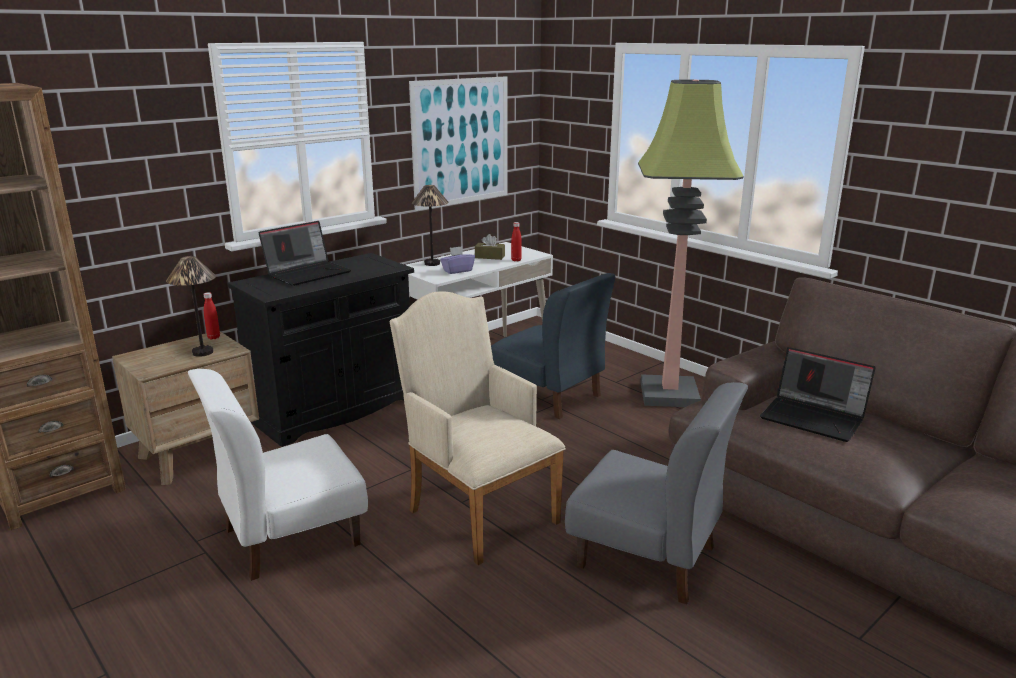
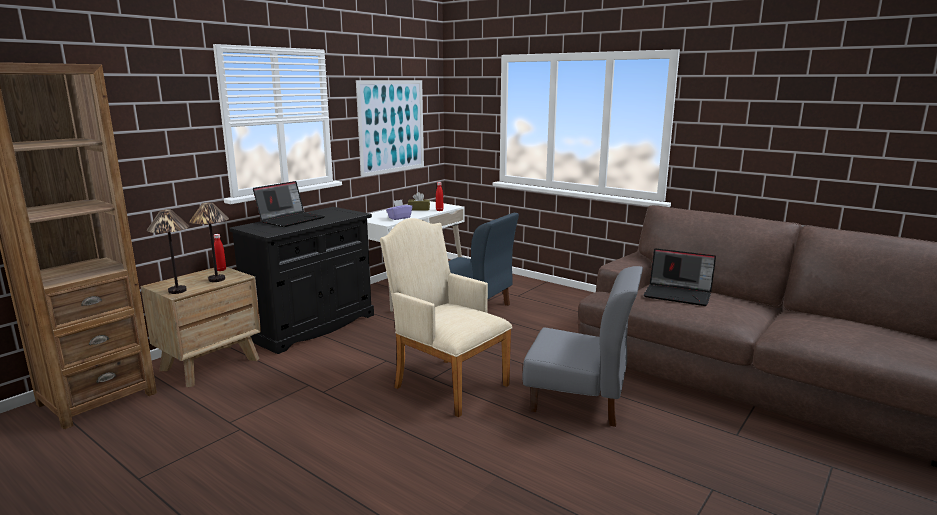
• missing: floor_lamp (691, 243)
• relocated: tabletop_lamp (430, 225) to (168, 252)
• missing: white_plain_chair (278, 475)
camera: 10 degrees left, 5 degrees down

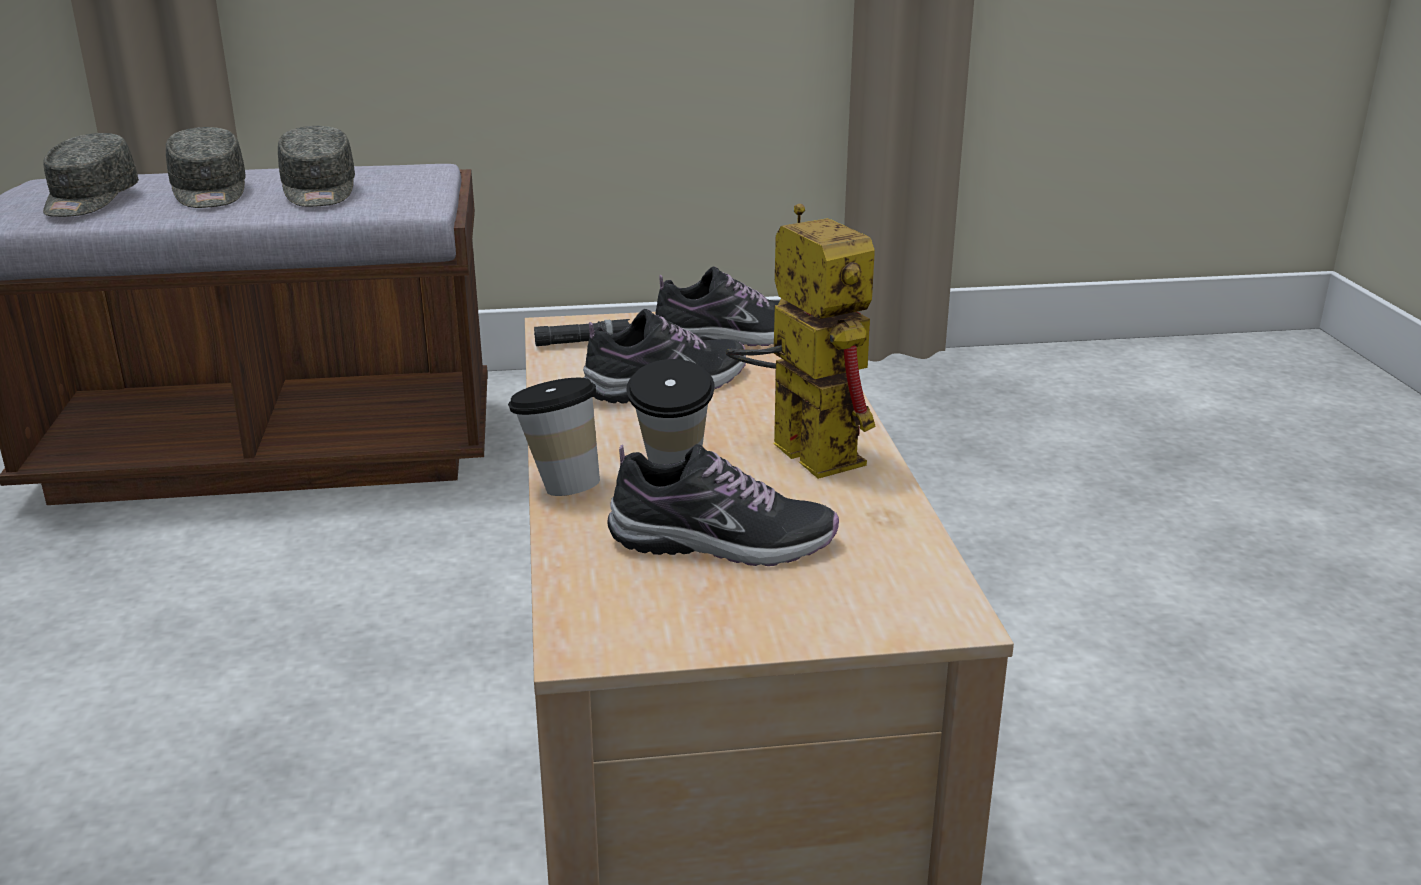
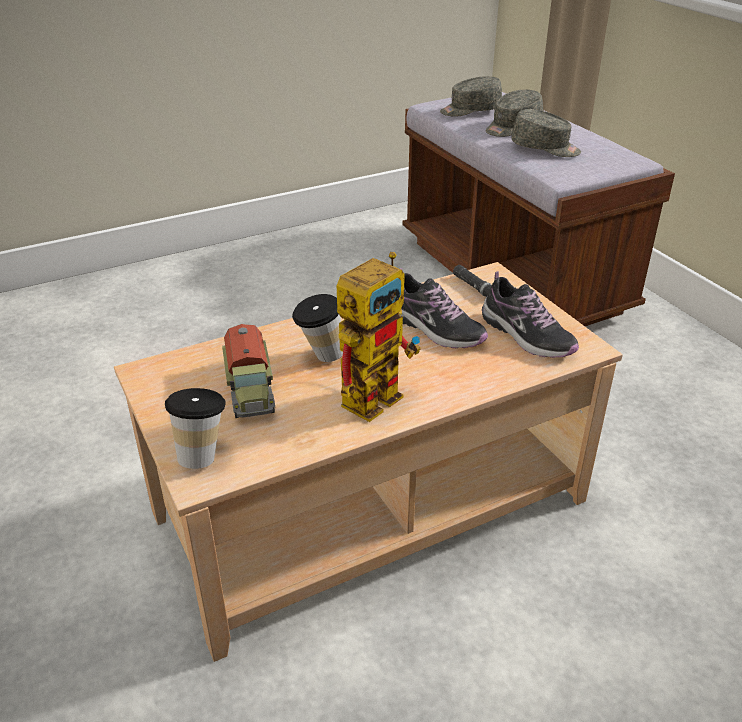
• spun: gray_peaked_cap (316, 166) = (546, 133) 120 degrees counterclockwise
• relocated: drinking_cup (554, 437) to (195, 428)
• exchanged: item_of_footwear (723, 505) to toy_truck (248, 371)
camera: 70 degrees right, 10 degrees up

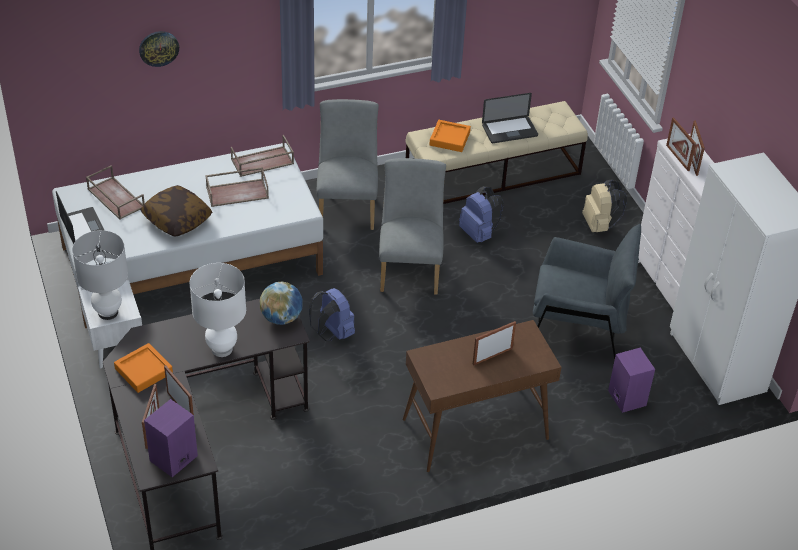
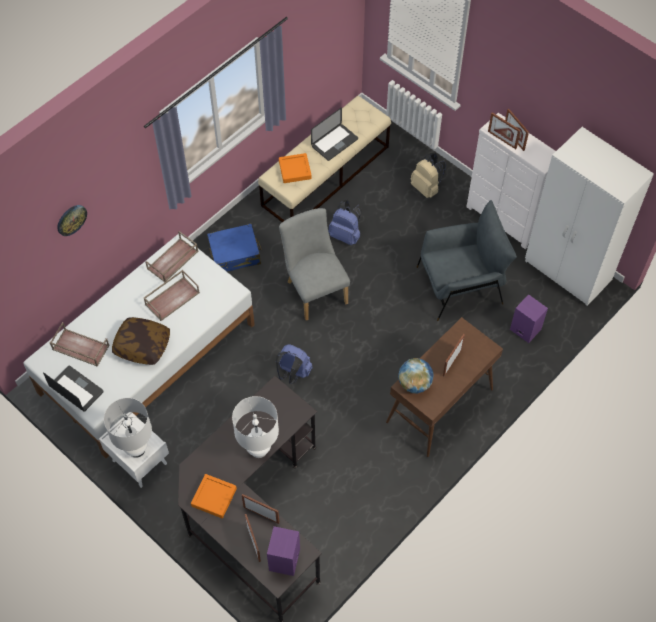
• exchanged: gray_plain_chair (348, 164) to bluish_travel_case (234, 248)
• relocated: world_globe (281, 303) to (416, 375)
camera: 25 degrees left, 15 degrees up

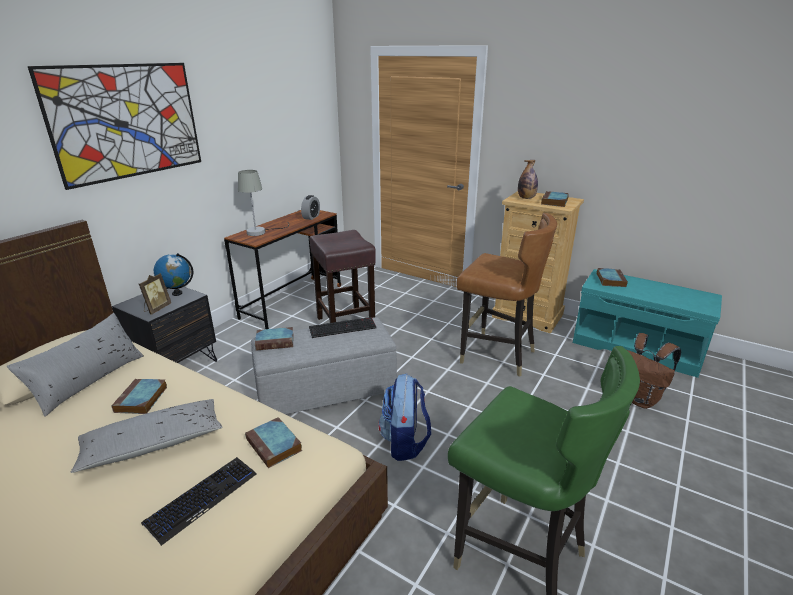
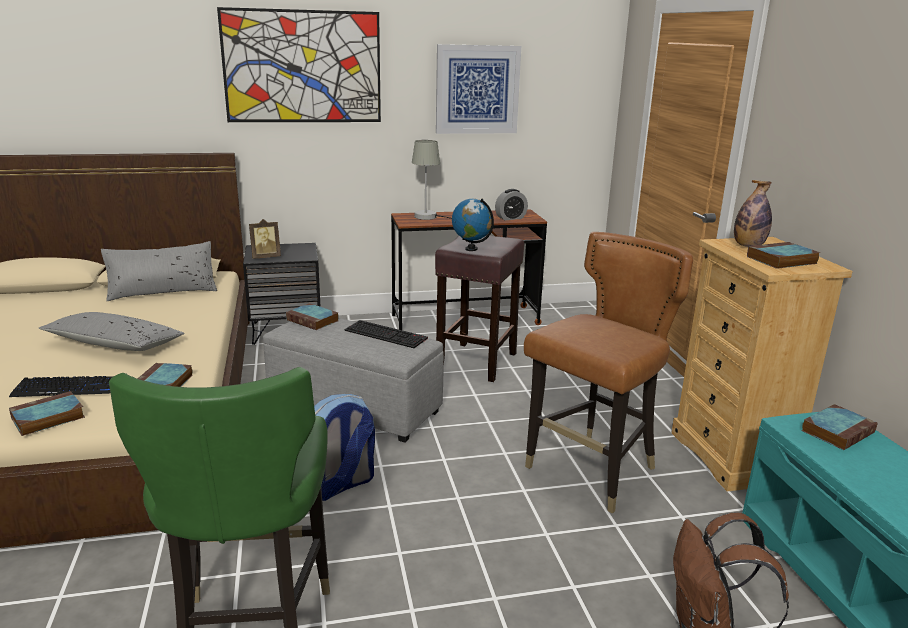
• spun: brown-coloured_plain_chair (507, 295) = (608, 372) 120 degrees counterclockwise
• relocated: world_globe (173, 274) to (473, 225)
• relocated: volume (139, 396) to (47, 413)
• appeared: picture (478, 89)
camera: 45 degrees right, 5 degrees down

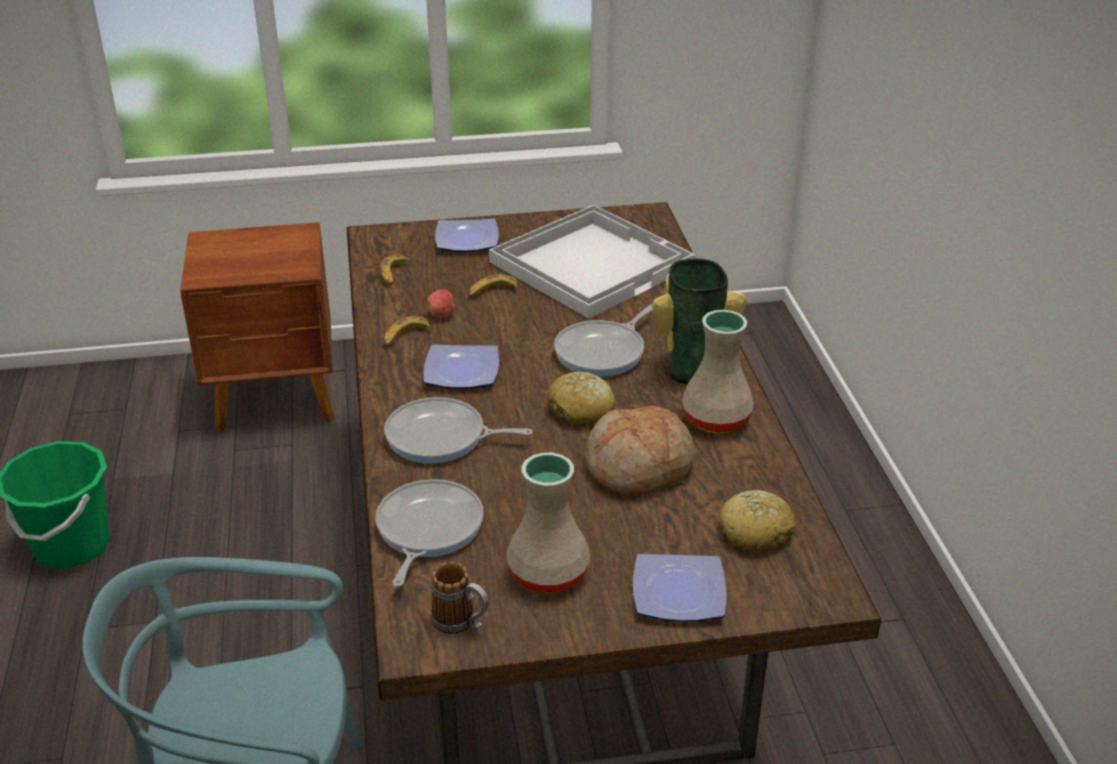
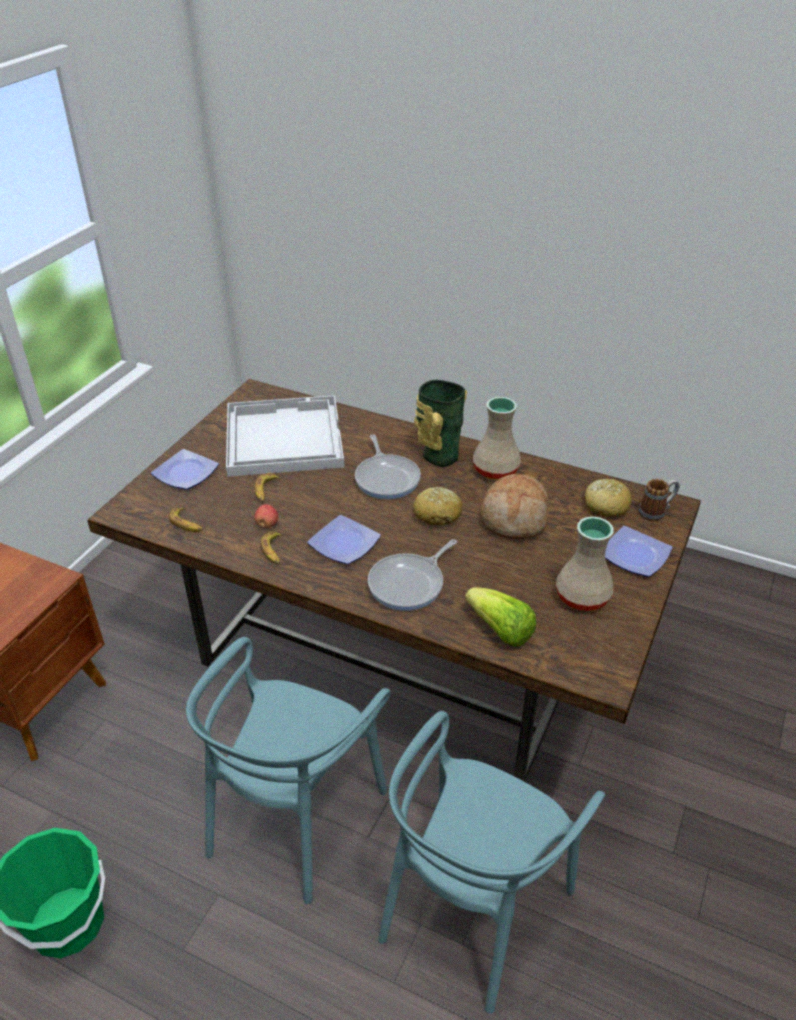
• exchanged: pan (430, 533) to lettuce_head (500, 617)
• relocated: coffee_mug (460, 598) to (659, 500)
• appeared: turquoise-coloured_plain_chair (288, 770)
camera: 55 degrees left, 5 degrees up

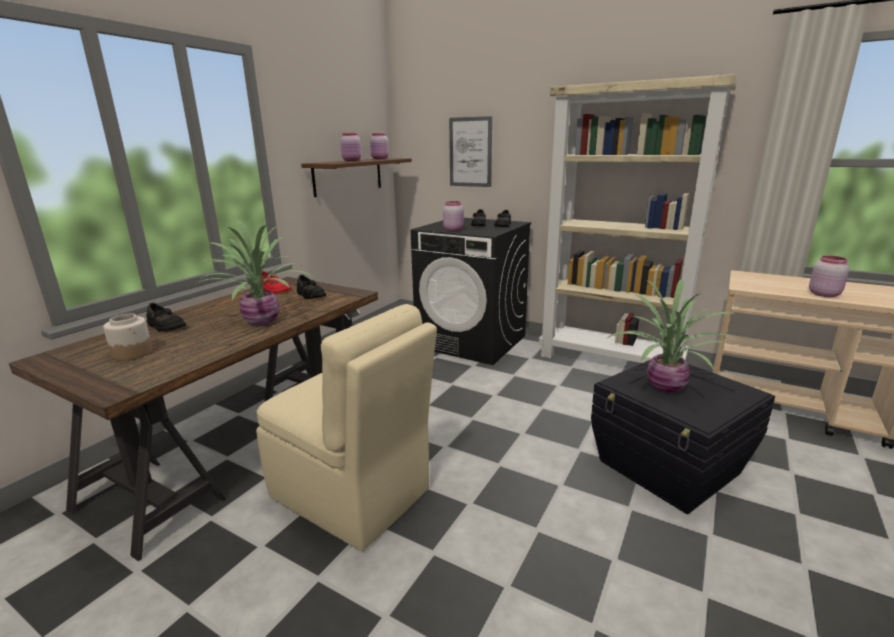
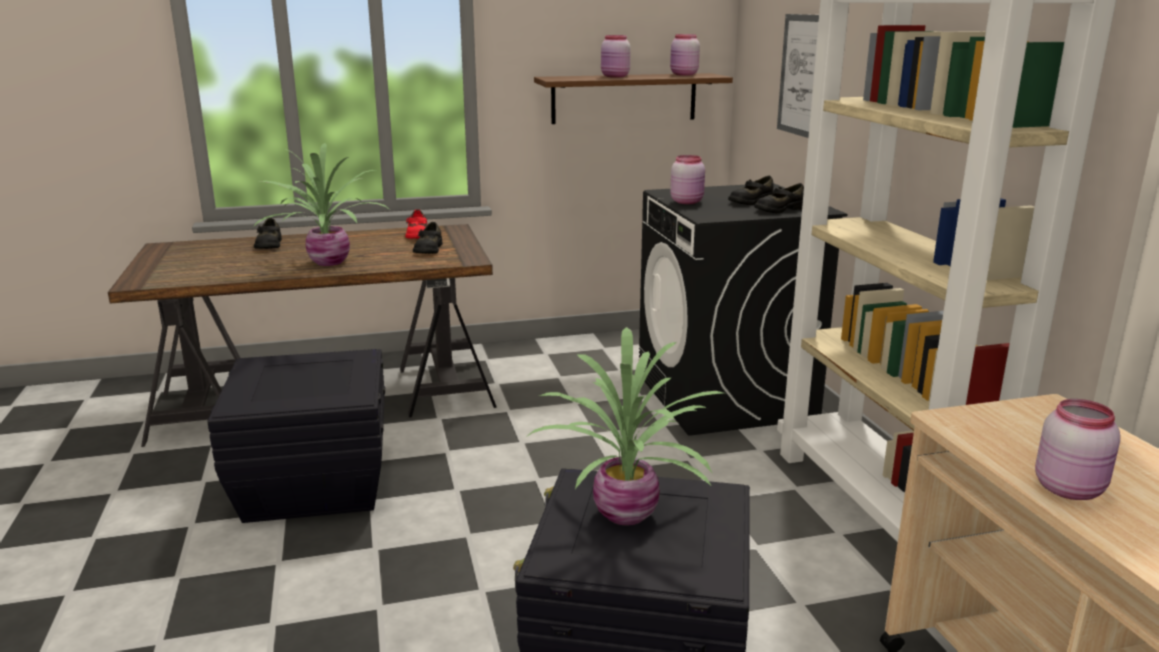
• exchanged: beige-coloured_plain_chair (346, 427) to blackish_storage_container (296, 436)
• missing: preserve_jar (128, 337)
camera: 45 degrees right, 0 degrees up

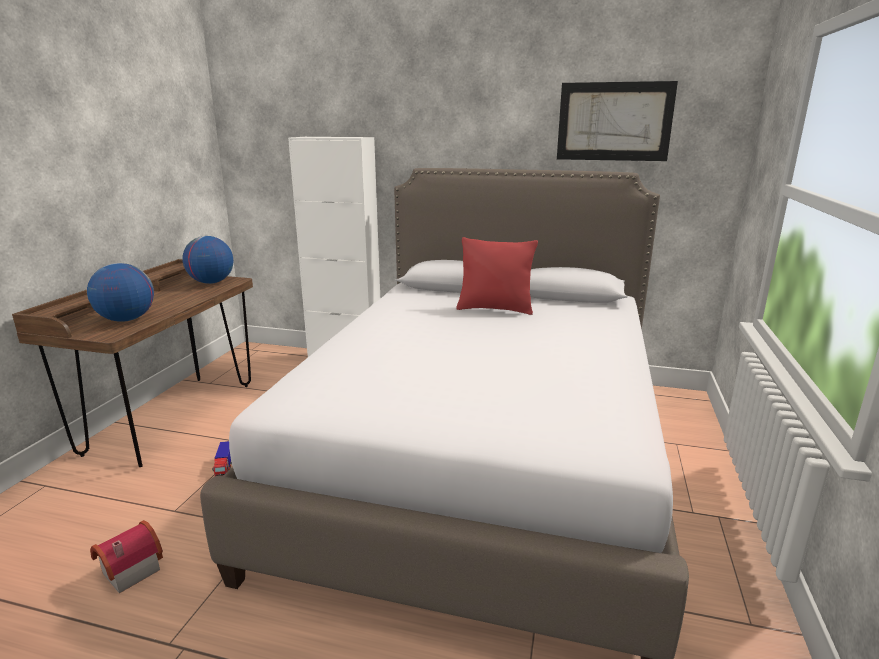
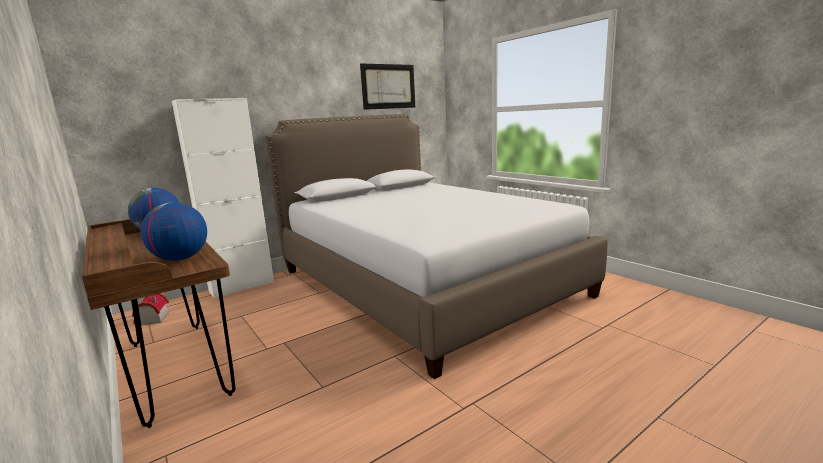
• missing: red-coloured_pillow (497, 276)
• missing: toy_truck (222, 458)
• relocated: miniature_house (126, 556) to (150, 309)
camera: 50 degrees left, 5 degrees down

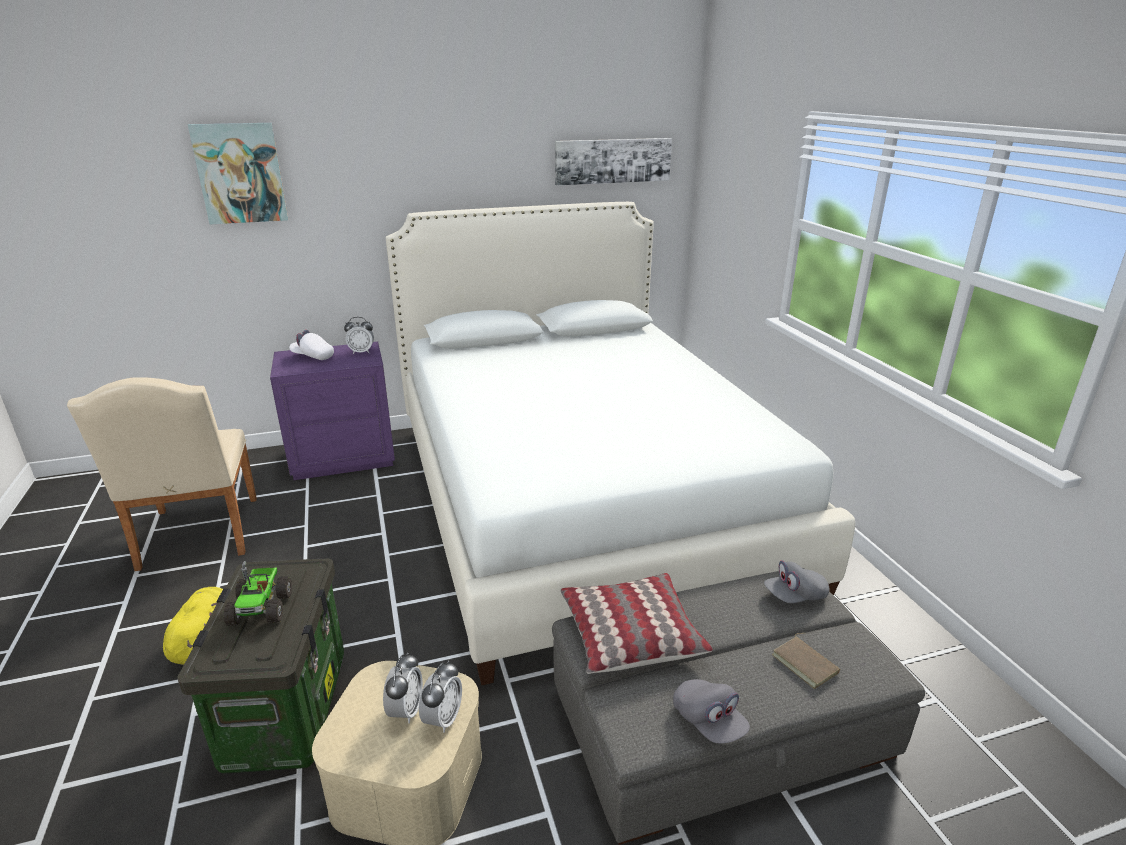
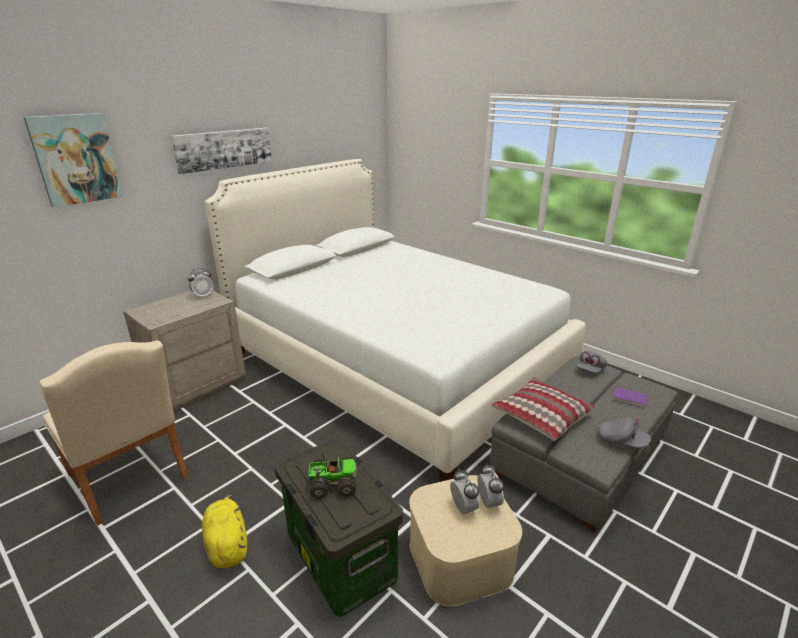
• relocated: picture (613, 161) to (221, 151)
• missing: white_peaked_cap (311, 345)
• colour: purple_nightstand (332, 411) to beige-coloured_nightstand (184, 351)
• spun: toy_truck (257, 593) = (332, 478) 60 degrees counterclockwise
• colour: brown-coloured_volume (806, 661) to purple_volume (630, 396)
camera: 30 degrees left, 0 degrees up

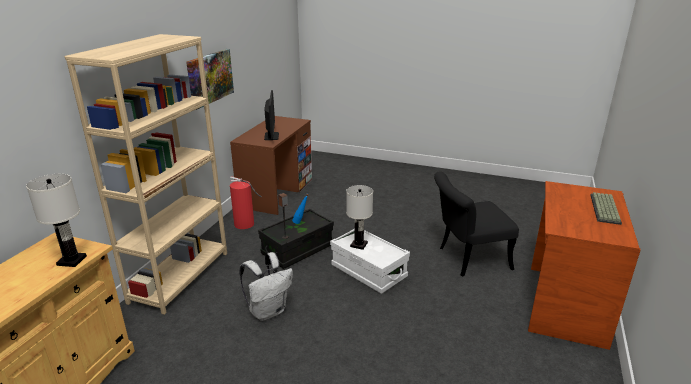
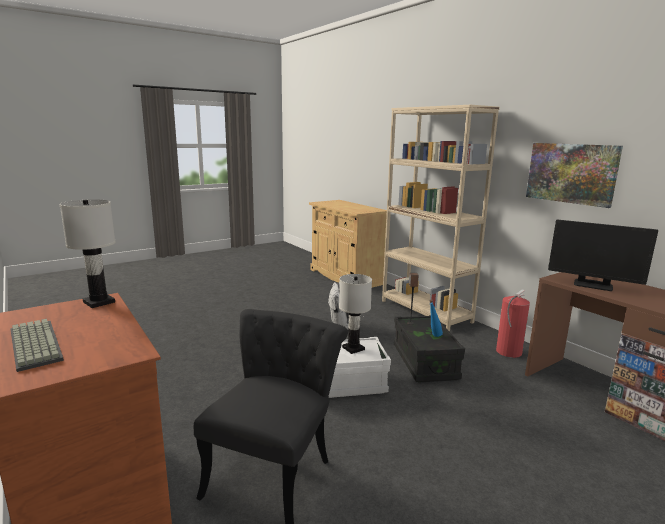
• relocated: white_tabletop_lamp (56, 220) to (88, 253)
camera: 125 degrees right, 10 degrees down

